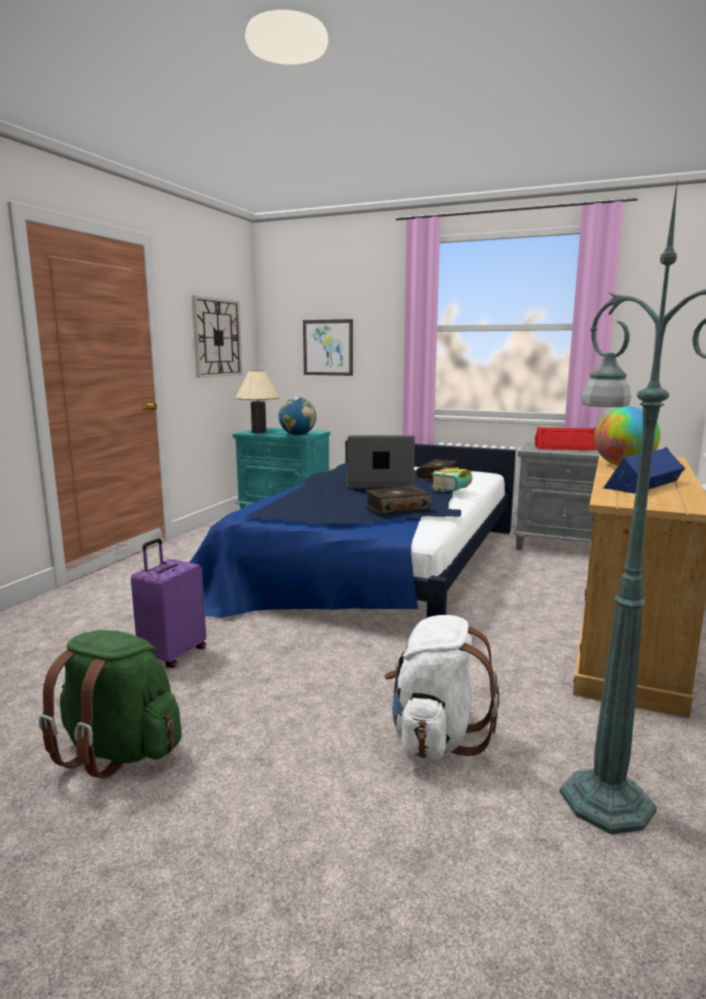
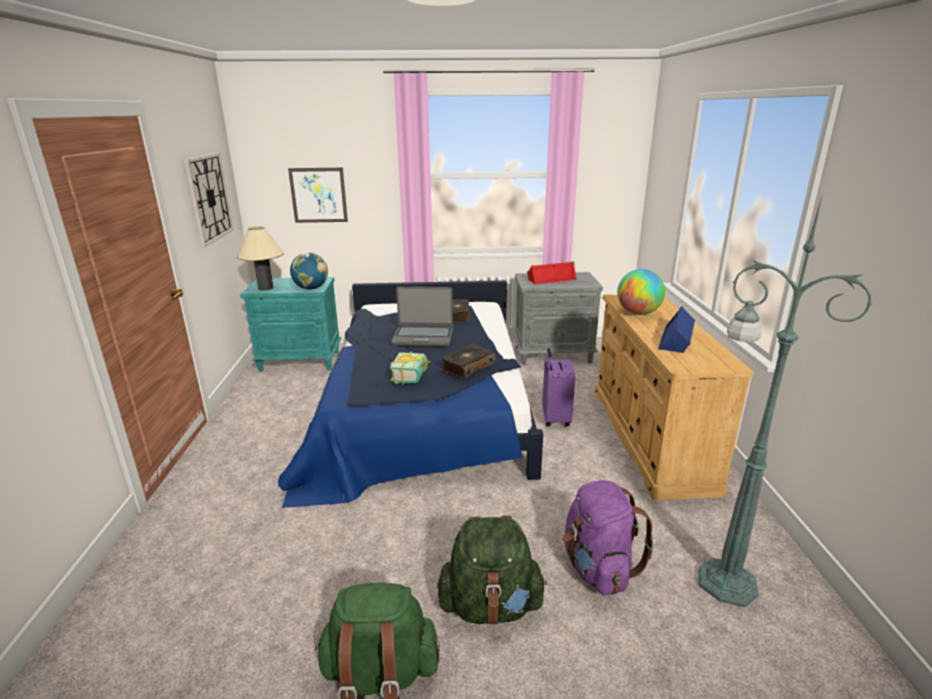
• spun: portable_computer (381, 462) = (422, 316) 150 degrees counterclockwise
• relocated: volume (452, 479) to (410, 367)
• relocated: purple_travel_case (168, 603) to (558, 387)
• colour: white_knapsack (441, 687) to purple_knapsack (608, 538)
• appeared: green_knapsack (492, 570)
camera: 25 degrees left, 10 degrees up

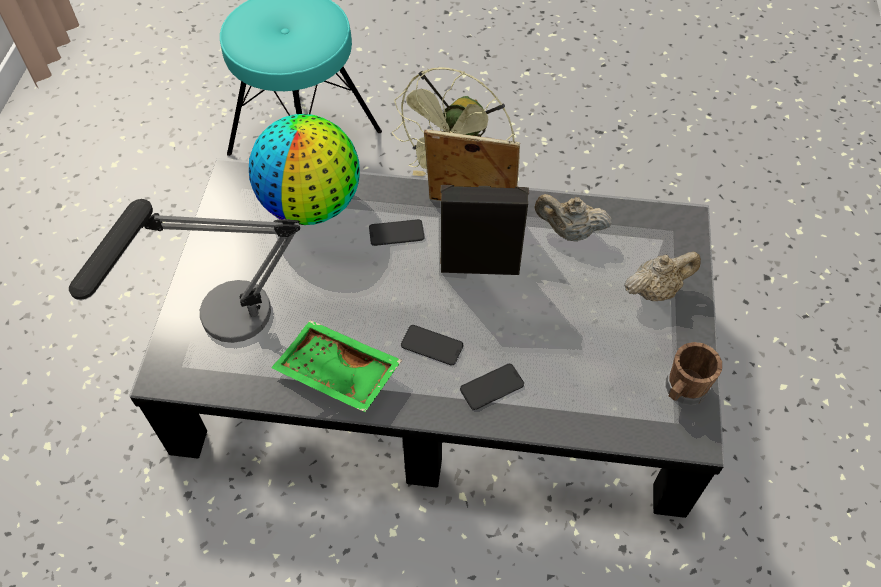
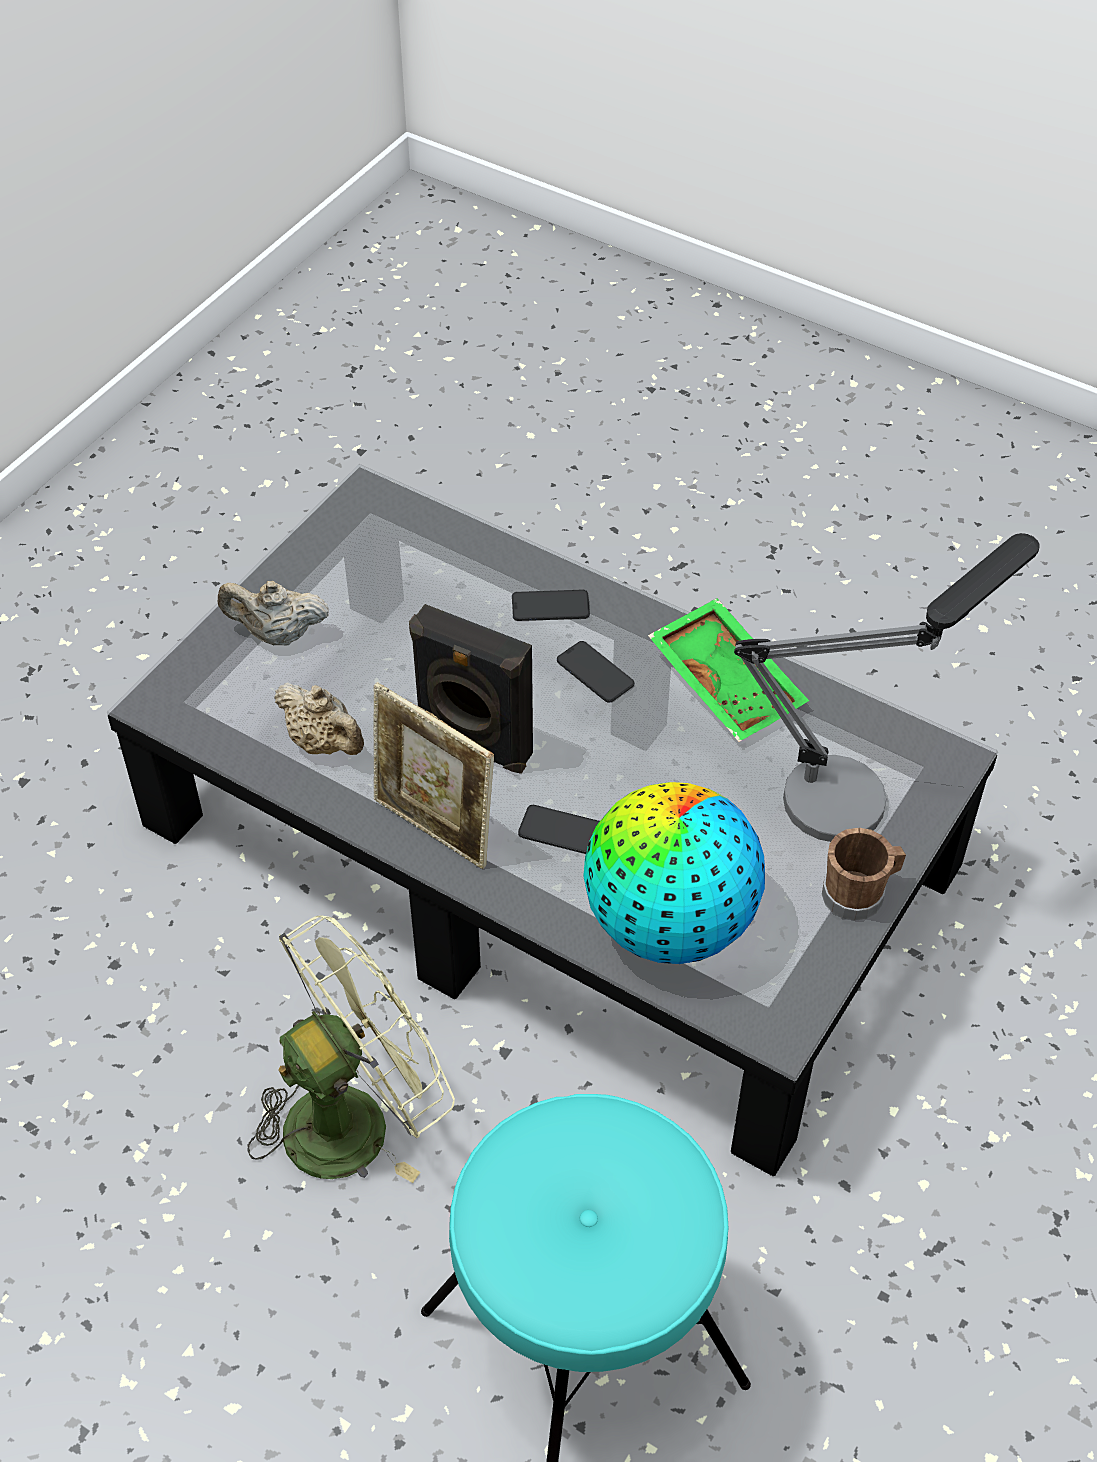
• relocated: brown-coloured_coffee_mug (693, 374) to (864, 874)
camera: 155 degrees left, 5 degrees down

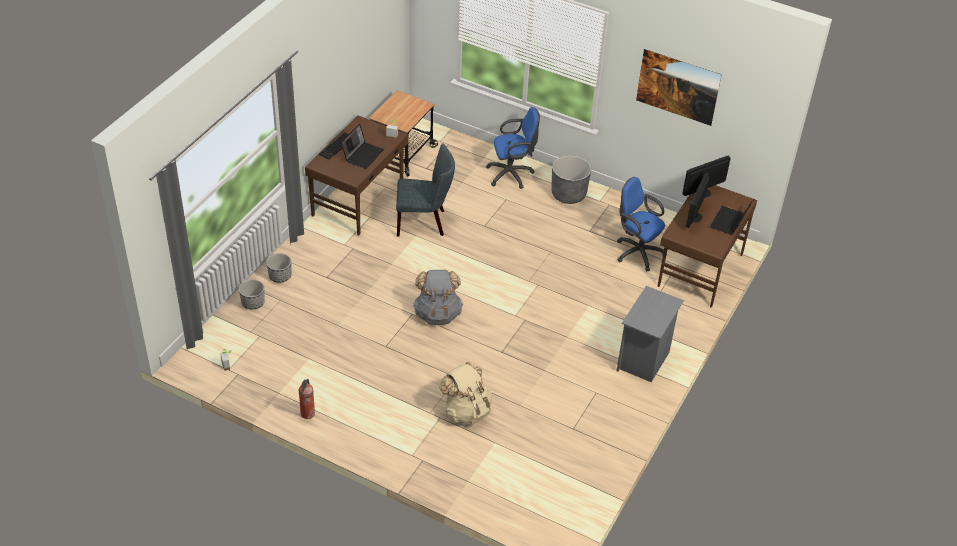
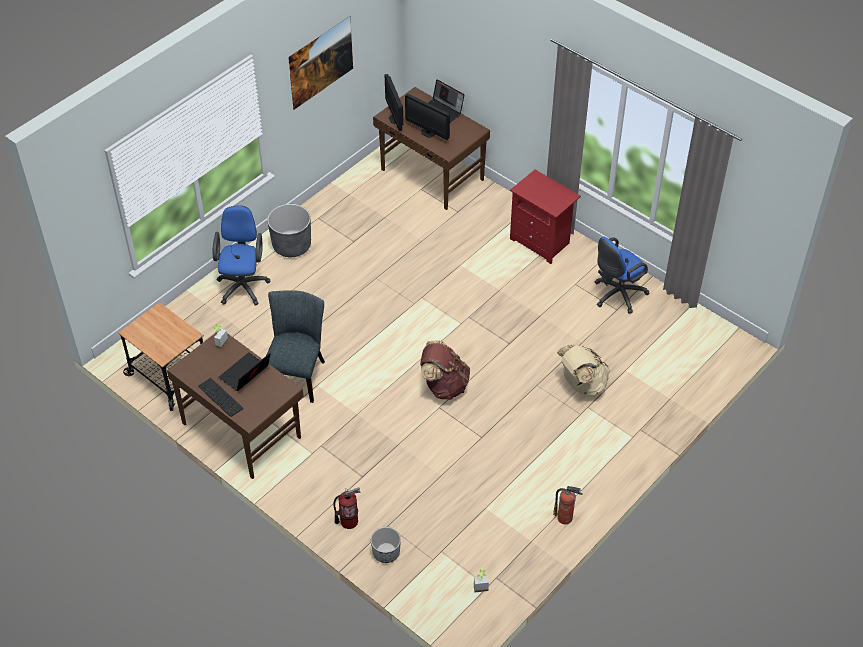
• spun: portable_computer (362, 146) = (244, 371) 90 degrees counterclockwise
• relocated: bluish_computer_chair (641, 224) to (622, 275)
• exchanged: plant_pot (278, 268) to fire-fighting_cylinder (347, 508)
• colour: gray_knapsack (438, 297) to brown-coloured_knapsack (445, 370)
• colour: gray_nightstand (650, 334) to red-coloured_nightstand (545, 217)
camera: 75 degrees left, 5 degrees up

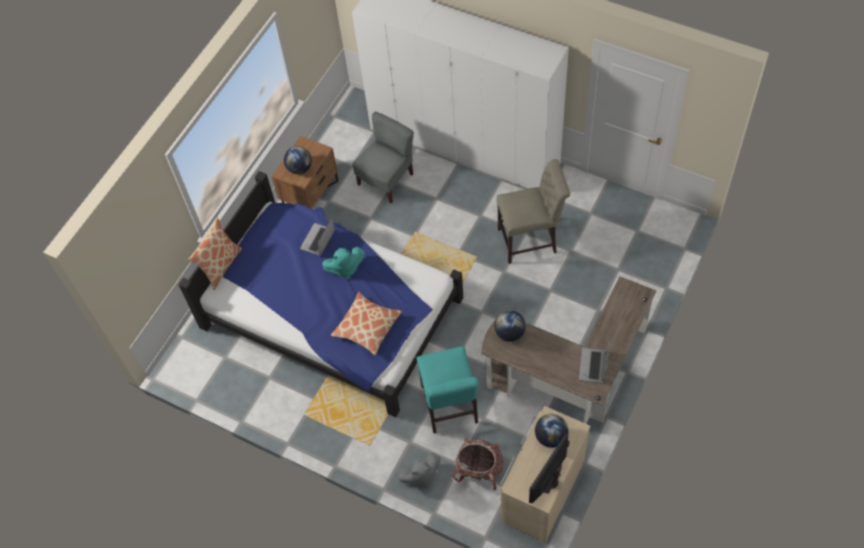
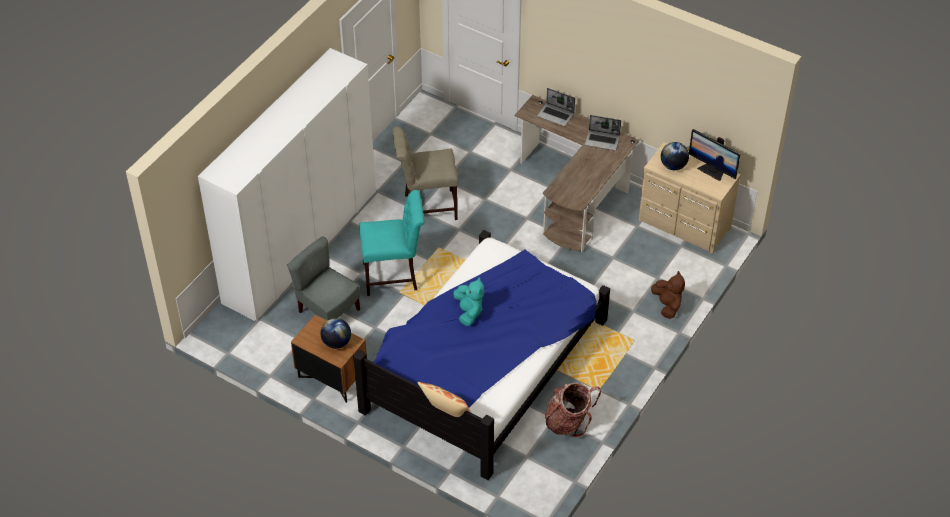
• spun: beige-coloured_plain_chair (533, 211) = (425, 173) 90 degrees counterclockwise
• relocated: portable_computer (317, 237) to (556, 107)
• missing: pillow (366, 324)
• missing: world_globe (510, 326)
• relocated: turquoise-coloured_plain_chair (447, 389) to (392, 243)
• relocated: knapsack (477, 464) to (573, 409)
• colour: gray_cuddly_toy (419, 470) to brown-coloured_cuddly_toy (668, 295)
camera: 90 degrees left, 10 degrees down

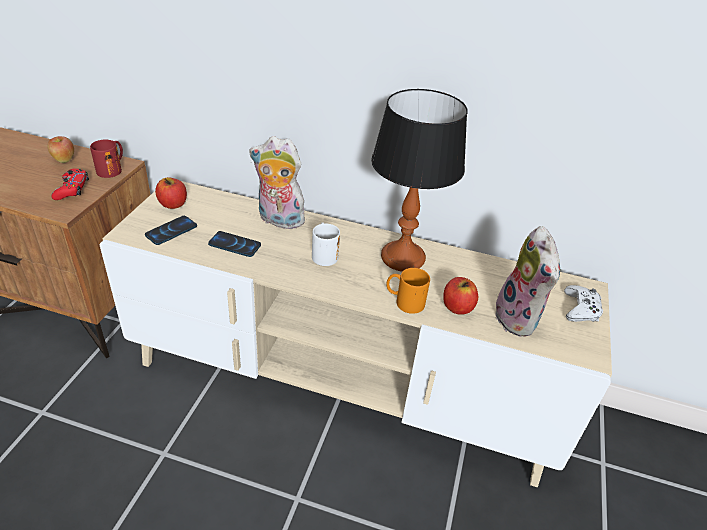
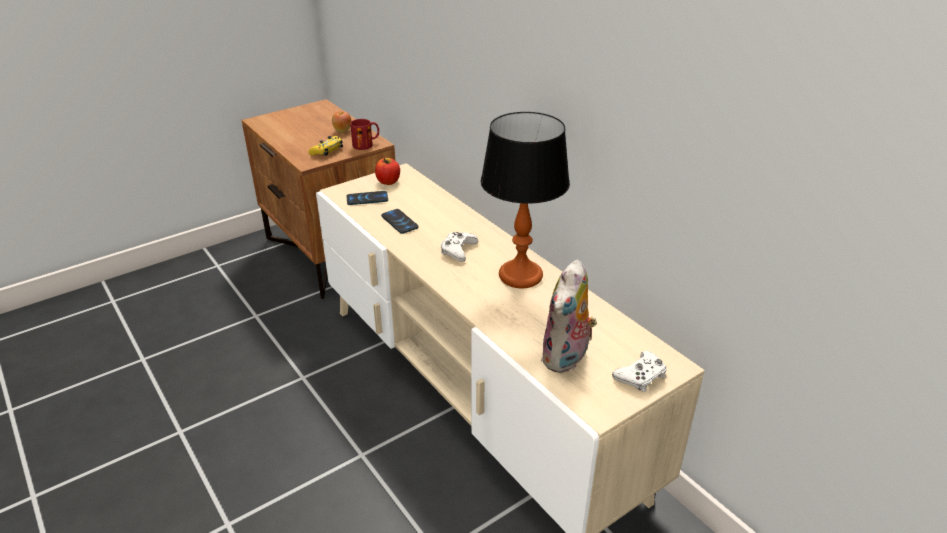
• missing: cuddly_toy (277, 183)
• colour: red-coloured_game_controller (70, 184) to yellowish_game_controller (325, 146)
• exchanged: white_coffee_mug (326, 244) to white_game_controller (459, 247)
• missing: orange-coloured_coffee_mug (408, 291)
• missing: apple_fruit (460, 296)
camera: 40 degrees right, 5 degrees down

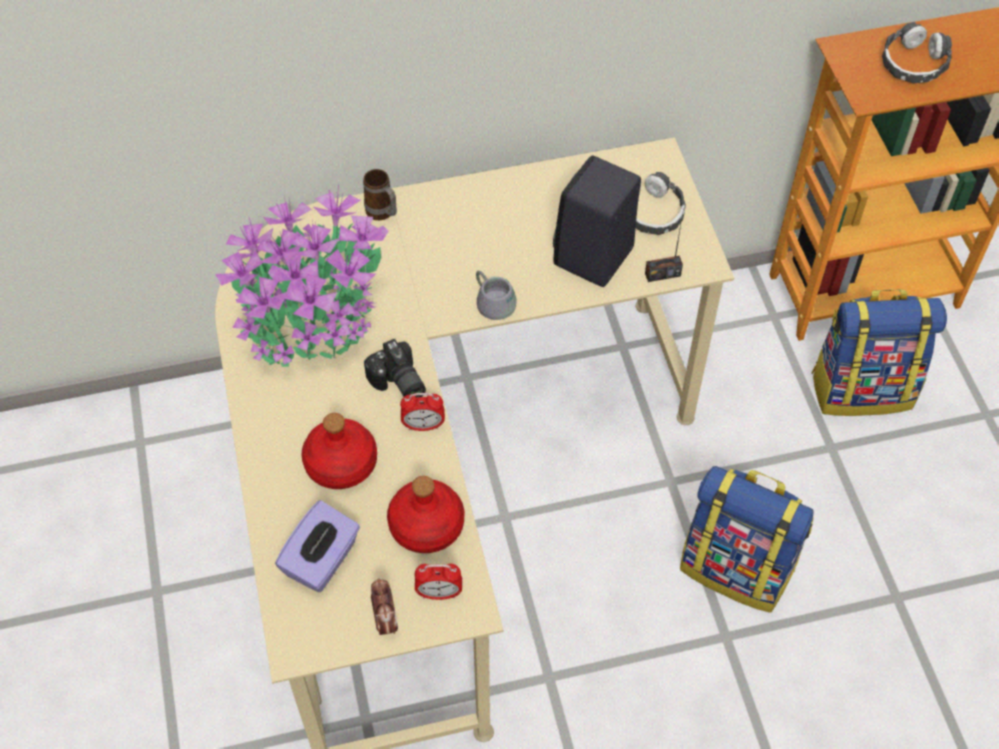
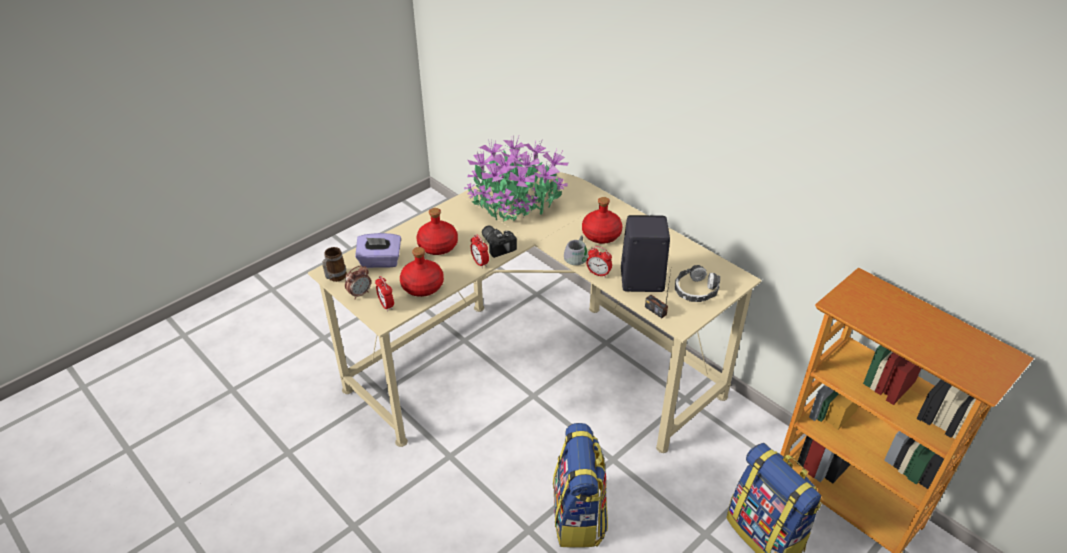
• missing: headset (917, 52)
• relocated: coffee_mug (380, 194) to (334, 264)
• spun: photo_camera (395, 368) = (499, 242) 120 degrees clockwise
• appeared: red-coloured_bottle (602, 220)
• appeared: bedside_clock (599, 262)
camera: 60 degrees right, 15 degrees down

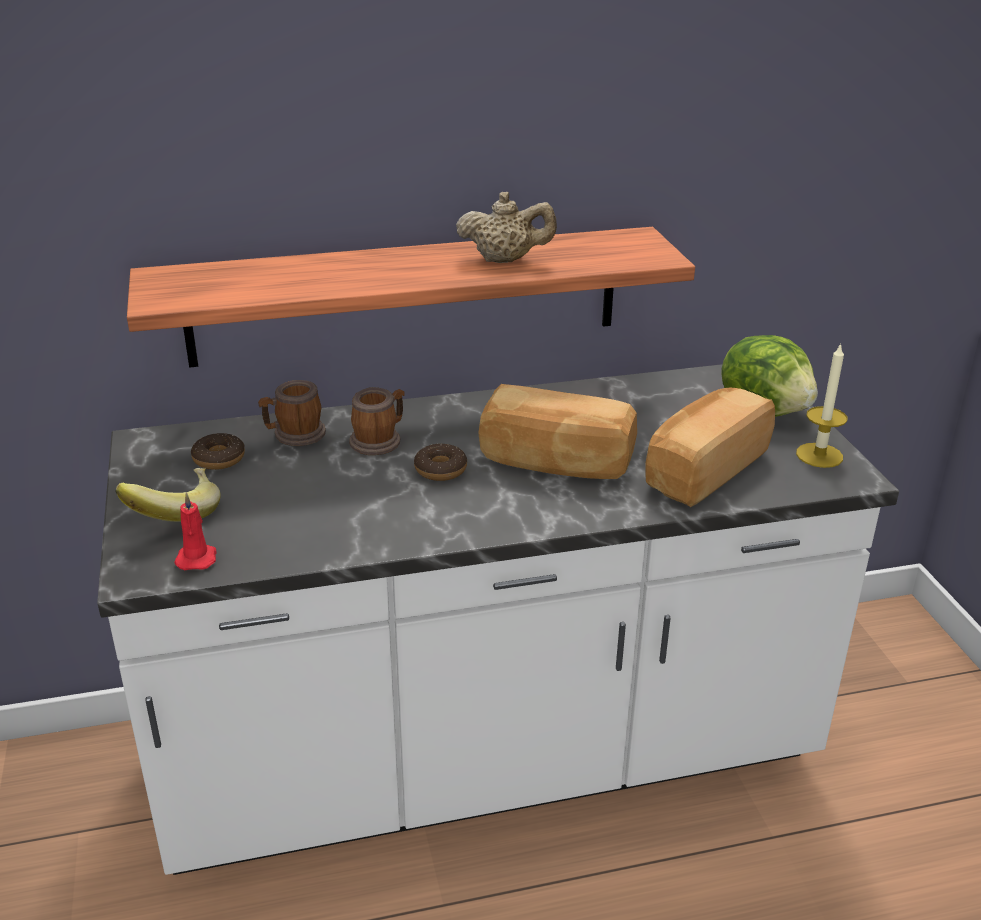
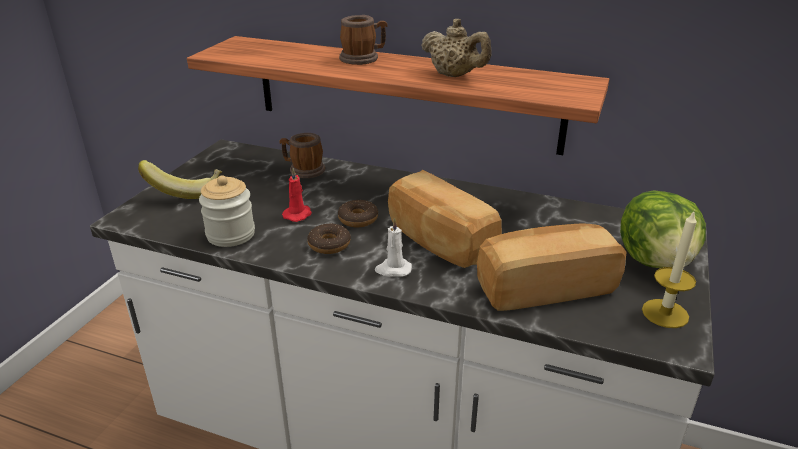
• relocated: coffee_mug (377, 421) to (363, 40)
• relocated: doughnut (218, 451) to (329, 238)
• relocated: red-coloured_wax_candle (195, 531) to (297, 195)
• appeared: preserve_jar (227, 211)
• appeared: white_wax_candle (393, 247)
camera: 35 degrees right, 0 degrees up

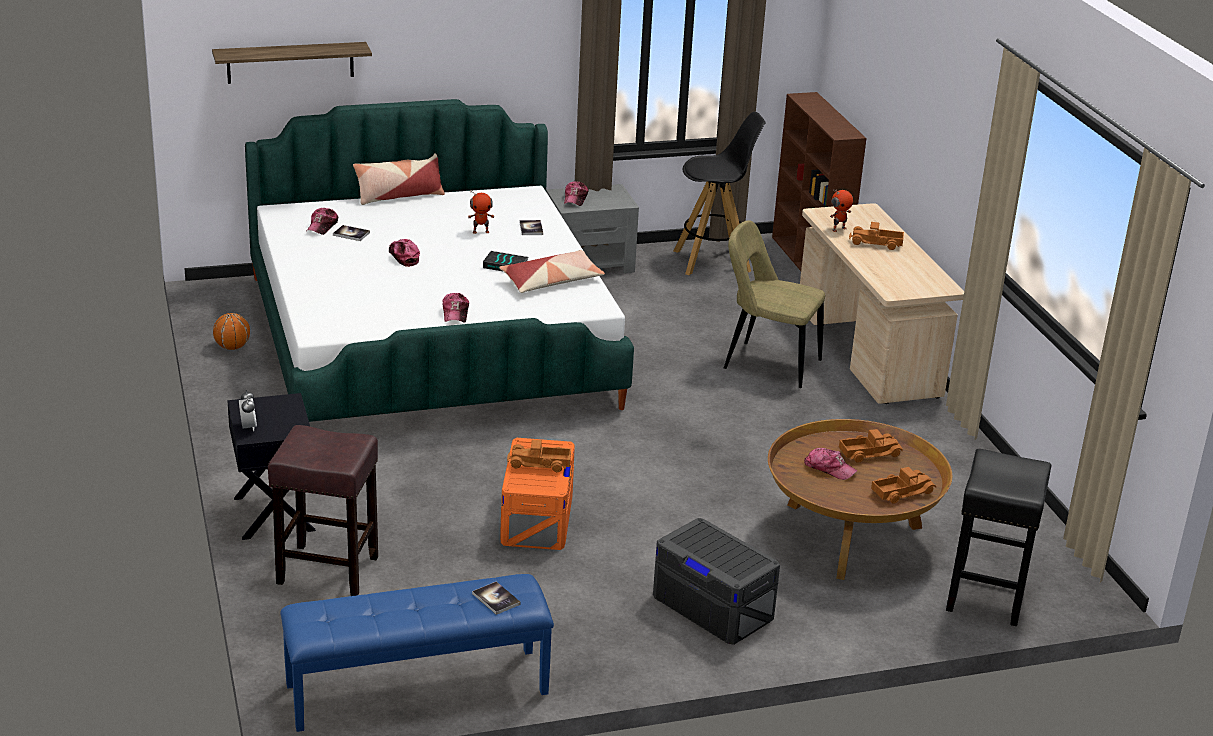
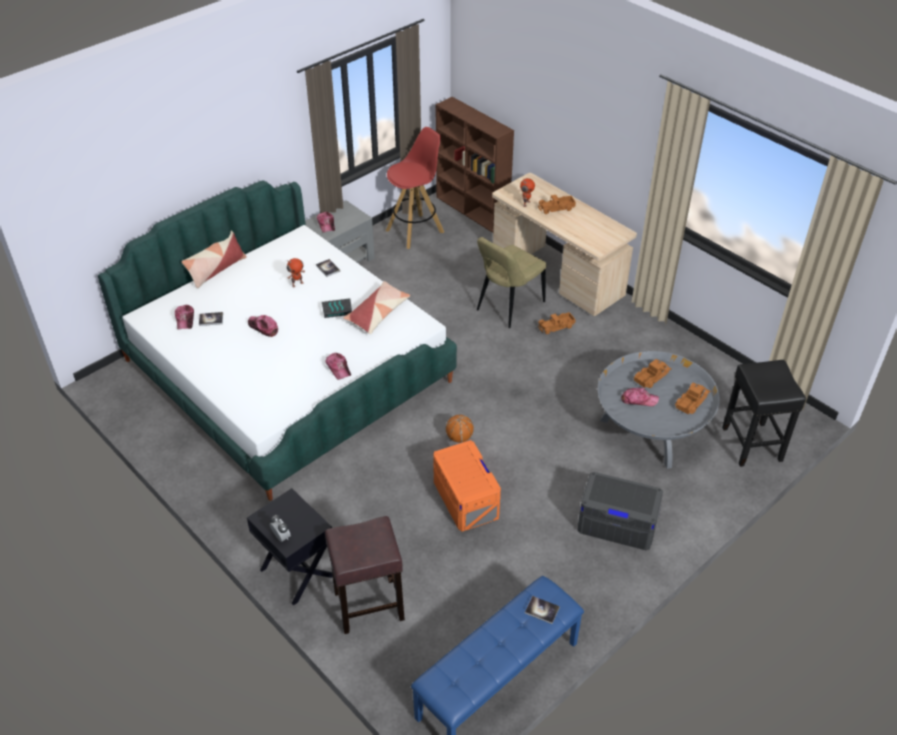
• missing: shelf (292, 63)
• colour: blackish_sitting_stool (720, 193) to red-coloured_sitting_stool (415, 188)
• spun: beige-coloured_plain_chair (774, 304) = (512, 282) 45 degrees counterclockwise
• relocated: basketball_ball (231, 331) to (460, 429)
• colour: brown-coloured_lounge_table (860, 499) to gray_lounge_table (659, 410)
• relocated: toy_truck (539, 455) to (557, 323)
camera: 25 degrees left, 15 degrees up

